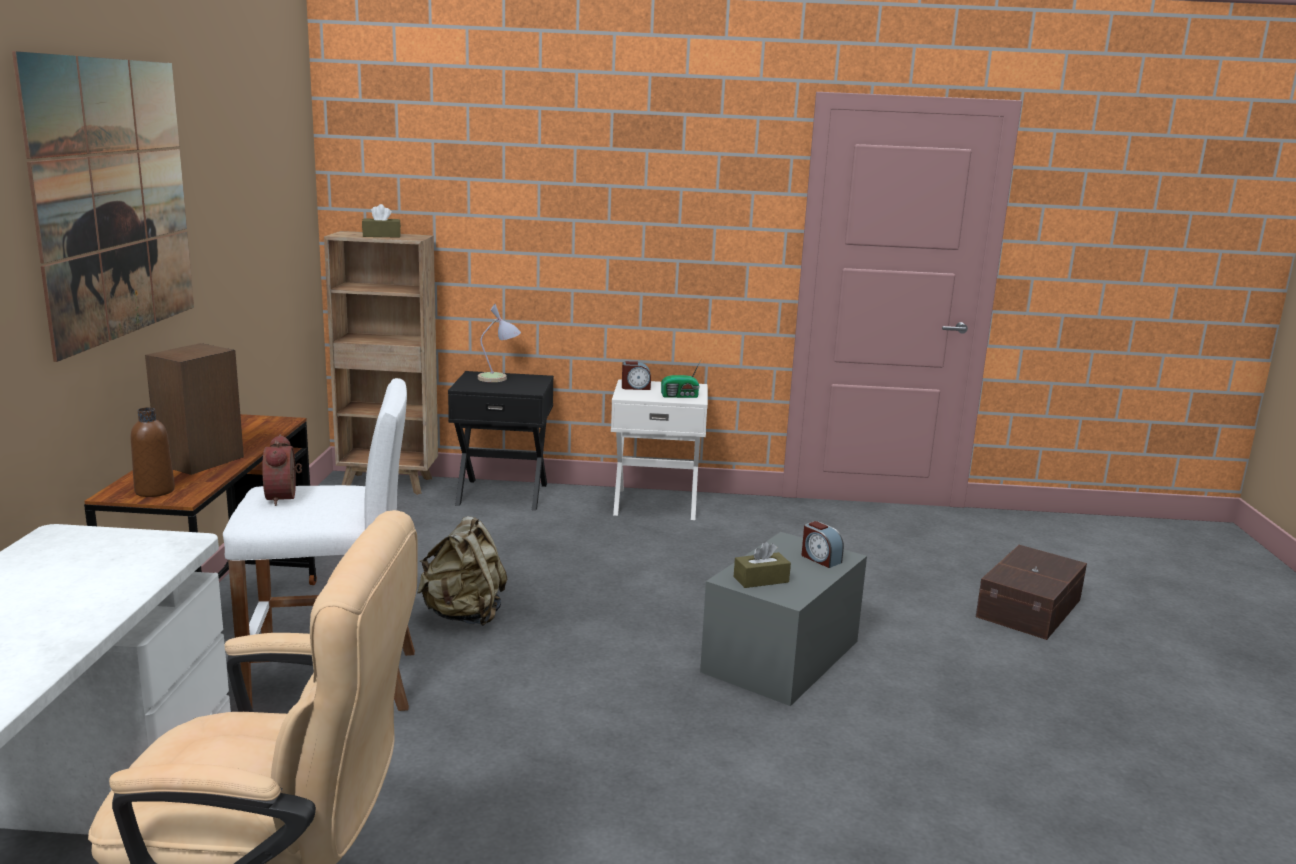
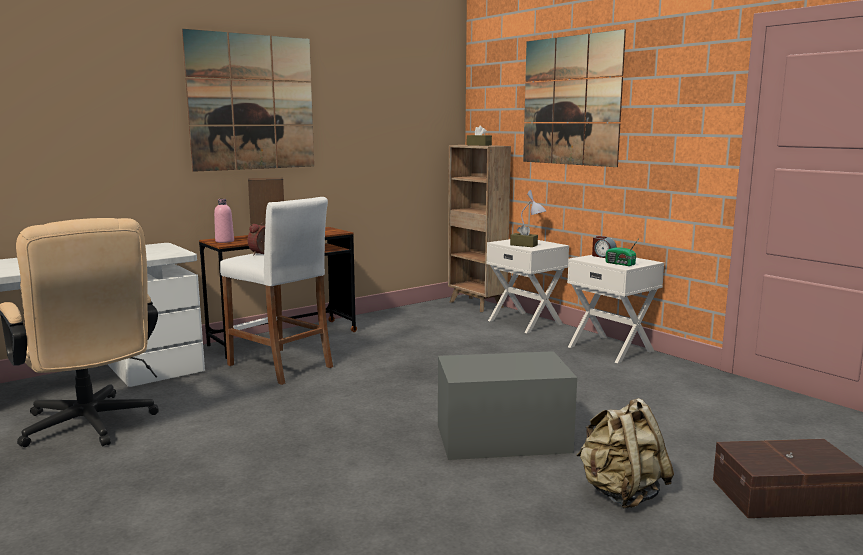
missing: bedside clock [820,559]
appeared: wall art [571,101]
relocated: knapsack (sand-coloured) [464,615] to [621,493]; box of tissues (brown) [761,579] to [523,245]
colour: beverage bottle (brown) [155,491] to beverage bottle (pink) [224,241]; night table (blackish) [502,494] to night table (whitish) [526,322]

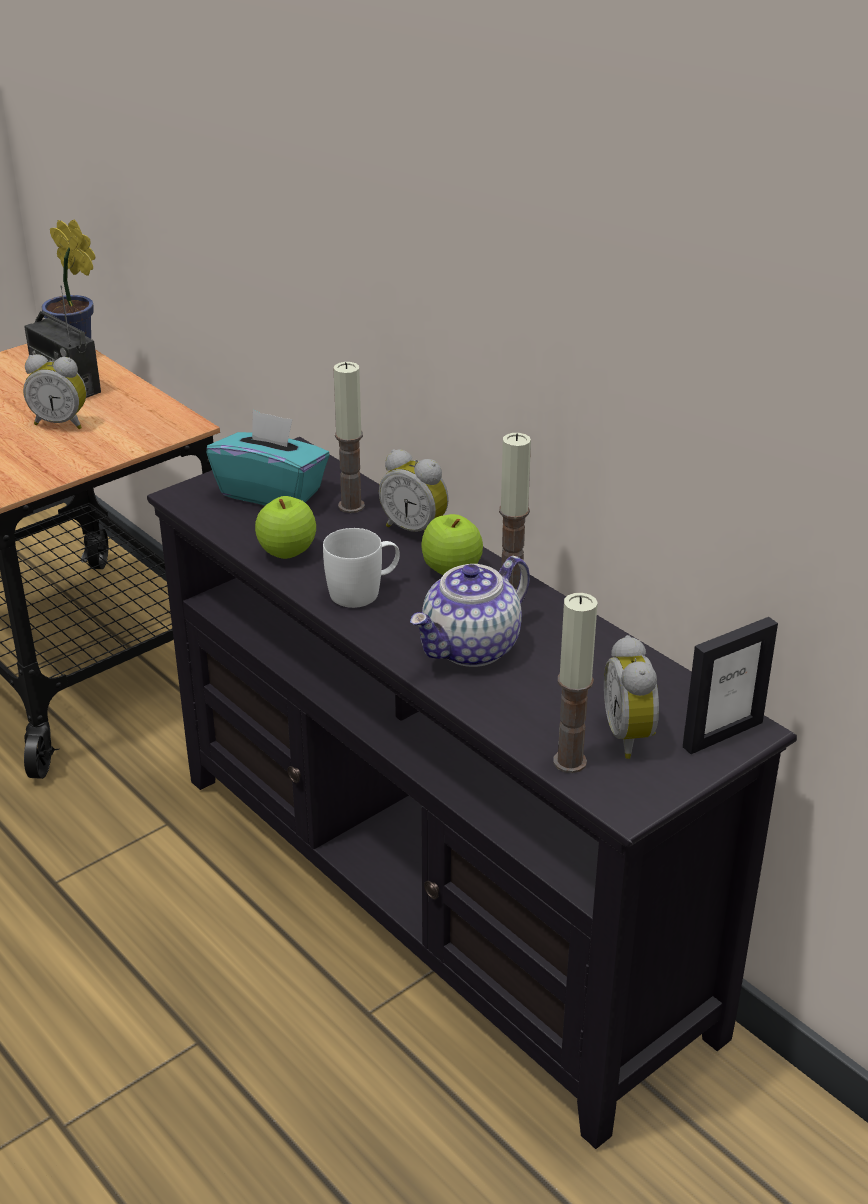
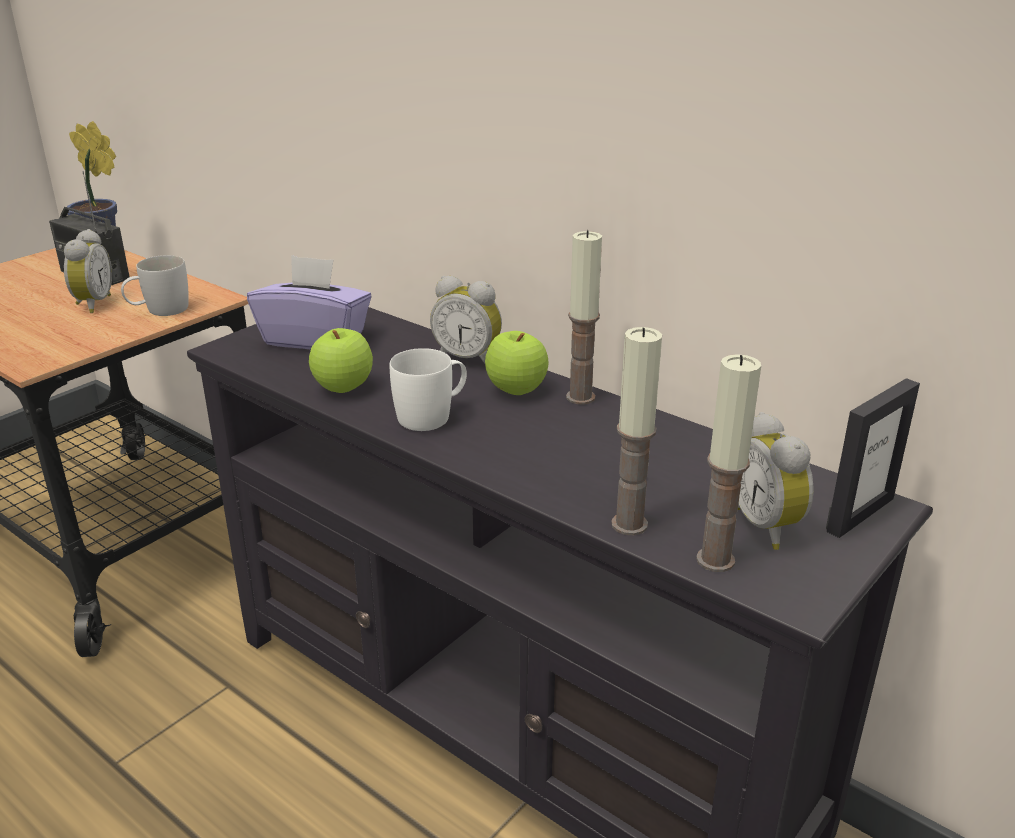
missing: teapot [471,648]
appeared: tea mug (whitish) [159,310]
relocated: candle [351,506] to [629,524]
colour: box of tissues (turquoise) [271,492] to box of tissues (purplish) [315,339]
spun: bedside clock [61,423] = [92,304] 90 degrees counterclockwise

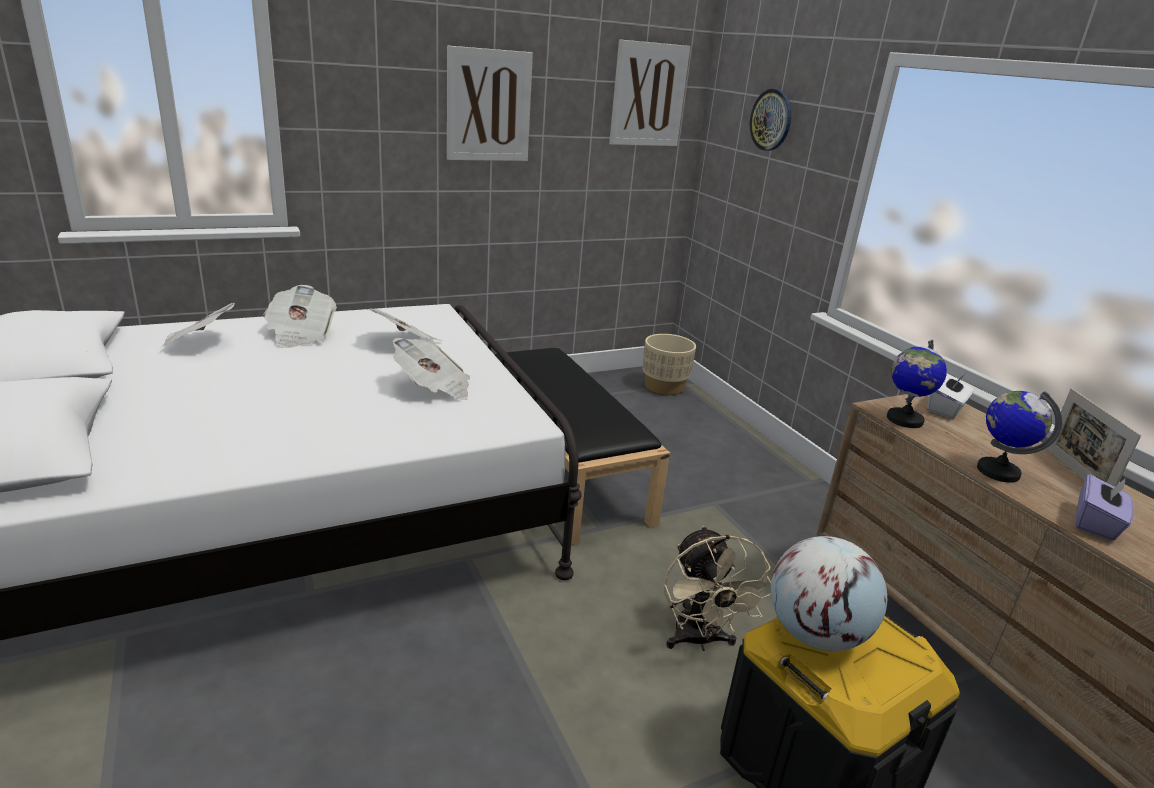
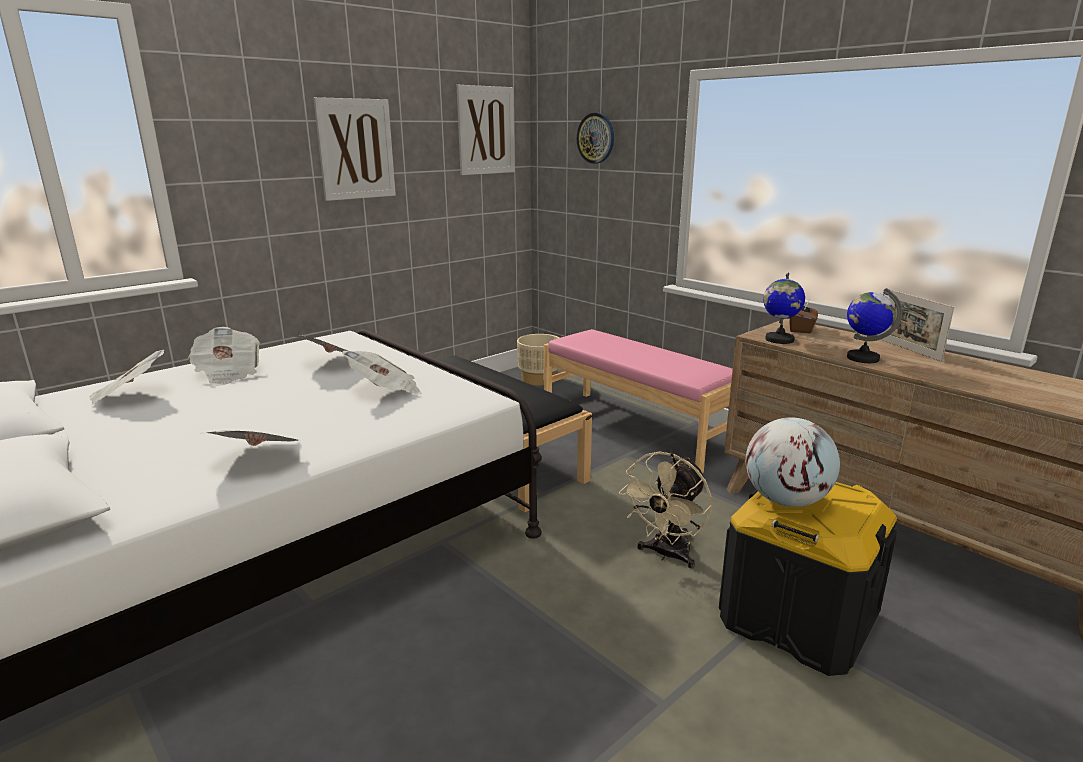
missing: box of tissues (purplish) [1096,523]
appeared: printed paper [260,459]; indoor bench (pink) [636,429]
colour: box of tissues (whitish) [945,409] to box of tissues (brown) [801,329]
spun: fan (sand-coloured) [699,640] = [667,555] 60 degrees clockwise

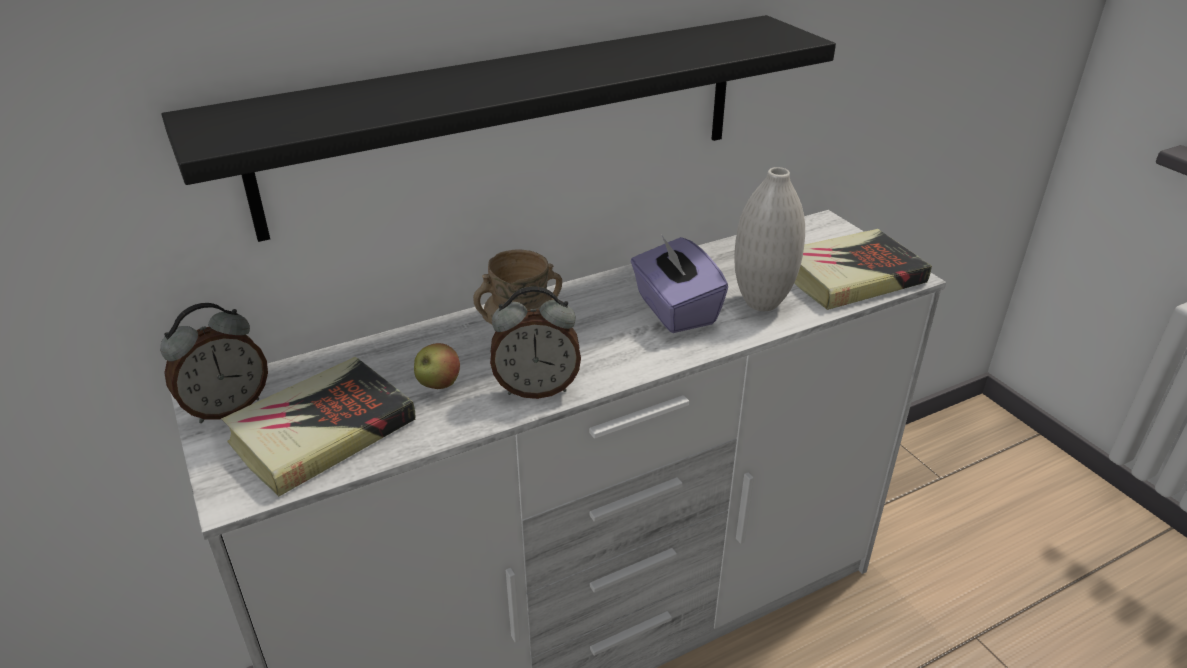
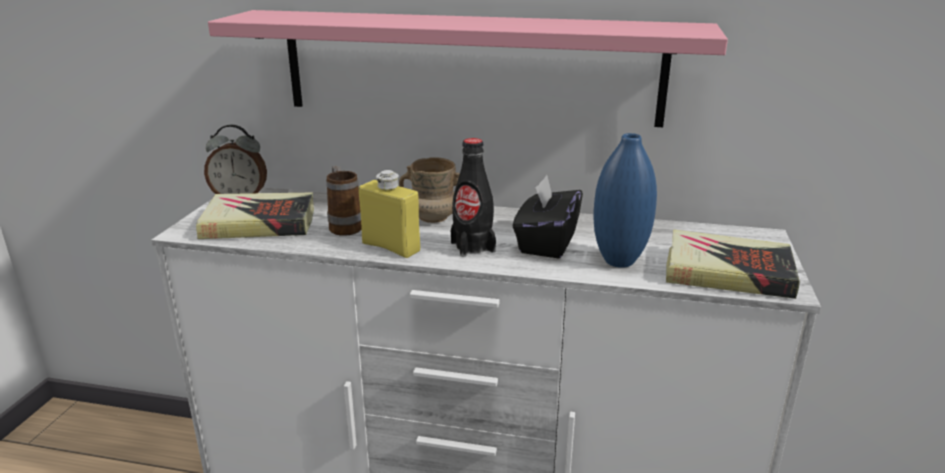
appeared: beverage bottle (blackish) [472,247]
exchanged: apple fruit [438,384] to tea mug [344,226]; bedside clock [537,388] to beverage bottle (yellowish) [391,247]
colour: wall shelf (blackish) [509,122] to wall shelf (pink) [469,67]; box of tissues (purplish) [674,310] to box of tissues (blackish) [546,242]; vase (whitish) [761,303] to vase (blue) [619,261]

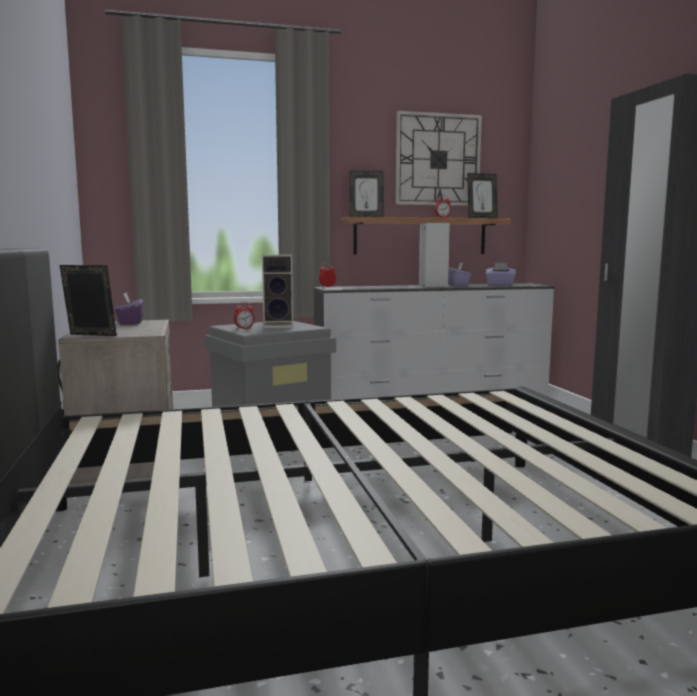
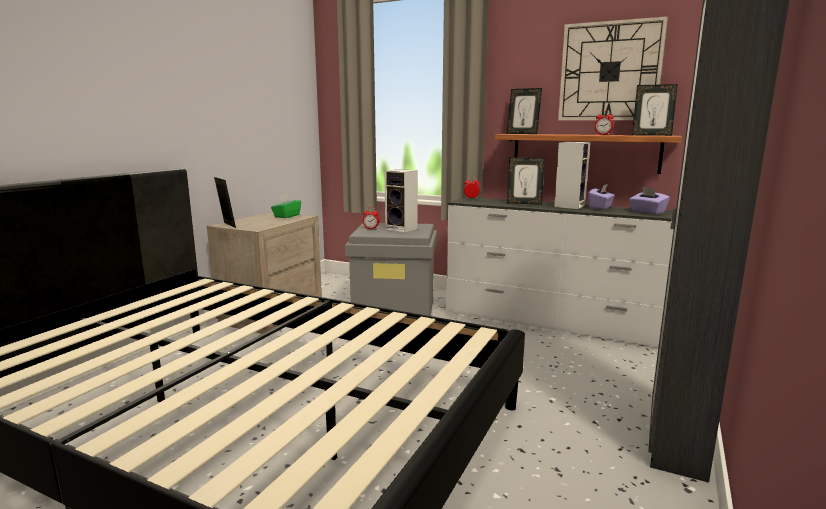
appeared: standing frame [524,203]
colour: box of tissues (purplish) [130,322] to box of tissues (green-coloured) [286,216]

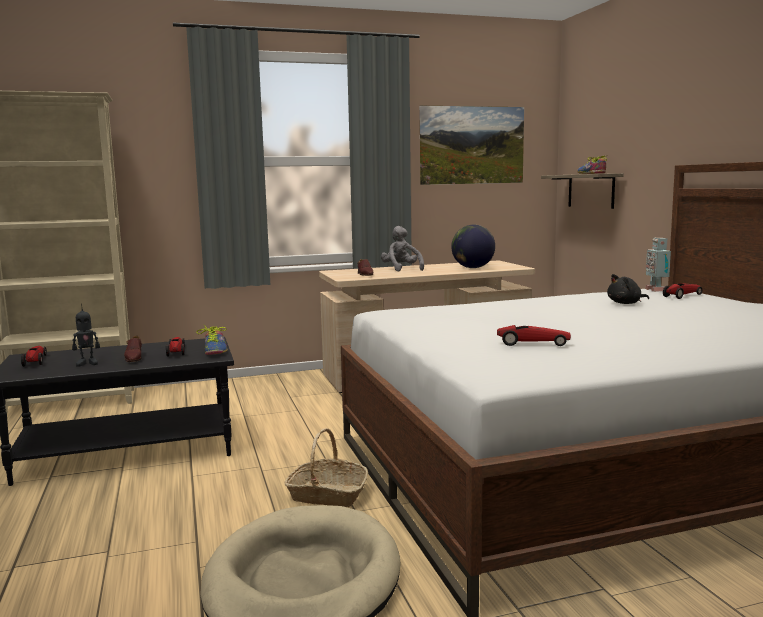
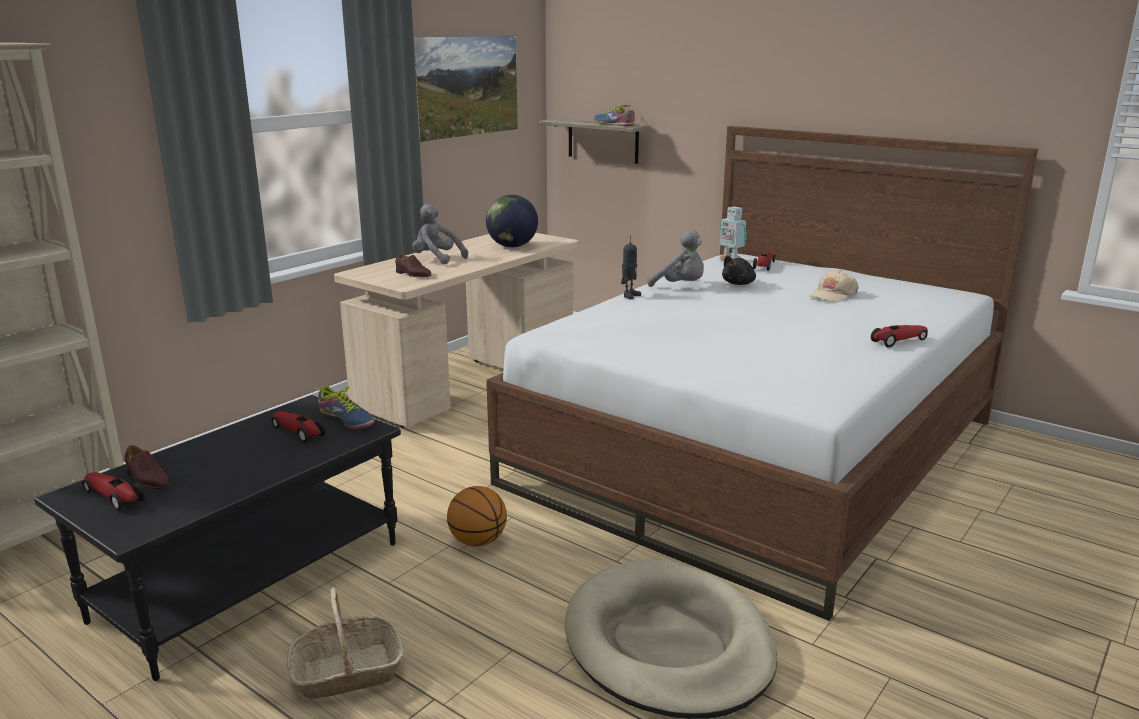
appeared: basketball ball [478,542]; soft toy (greyish) [680,286]; cap (sand-coloured) [832,295]
relocated: toy robot [87,363] to [629,296]; shoe (brown) [134,358] to [147,480]; household basket [327,494] to [347,672]; model car [533,344] to [898,341]

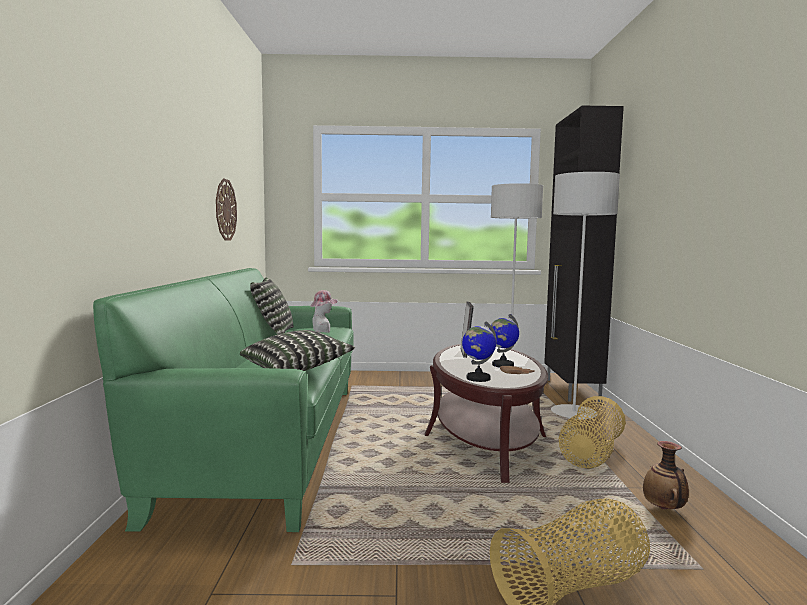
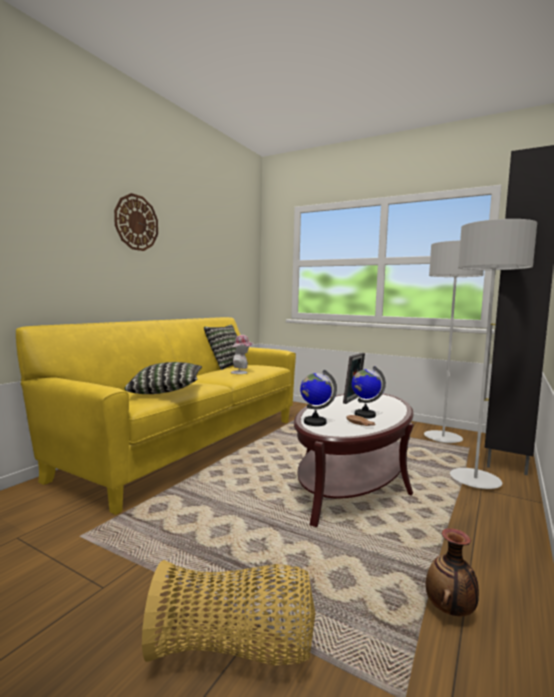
missing: household basket [590,455]
relocated: hanging clock [225,210] to [136,222]
colour: sofa (green-coloured) [270,441] to sofa (yellowish) [189,445]

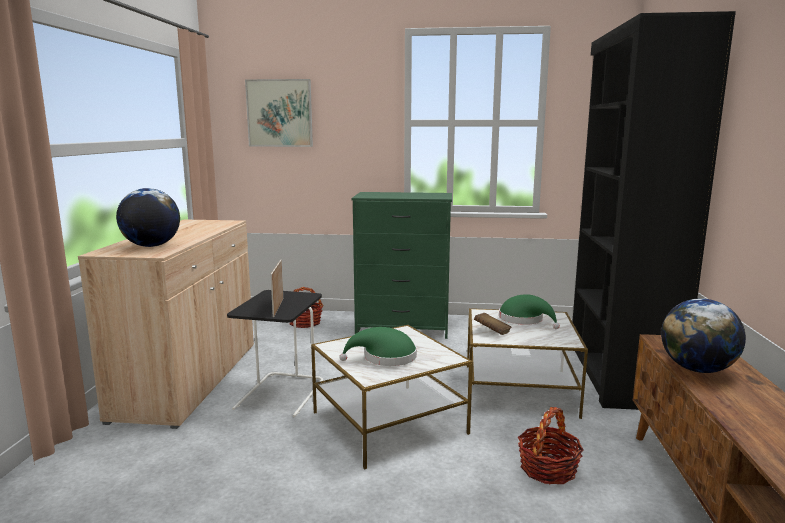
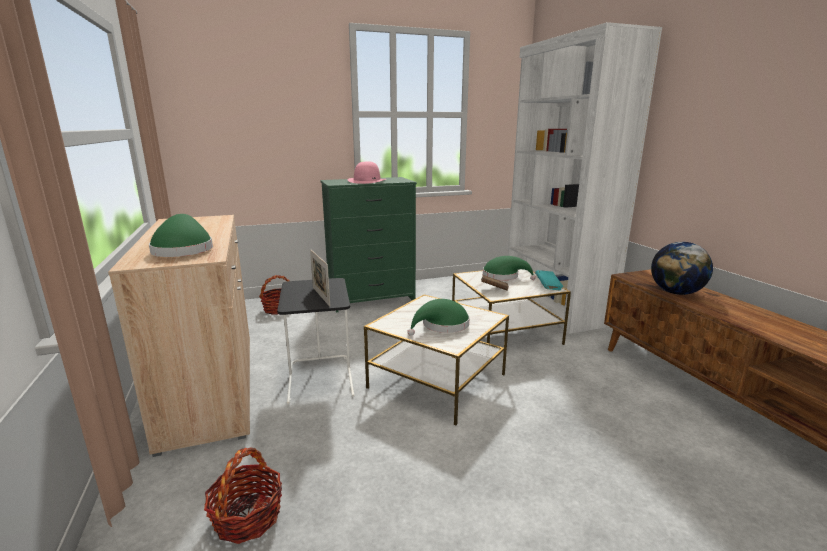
missing: wall art [279,113]
appeared: hat (pink) [367,181]; volume (turquoise) [548,287]
relocated: household basket [548,469] to [247,517]
exchanged: globe [151,246] to hat (green-coloured) [183,250]
colour: shelving unit (blackish) [617,373] to shelving unit (whitish) [554,306]

